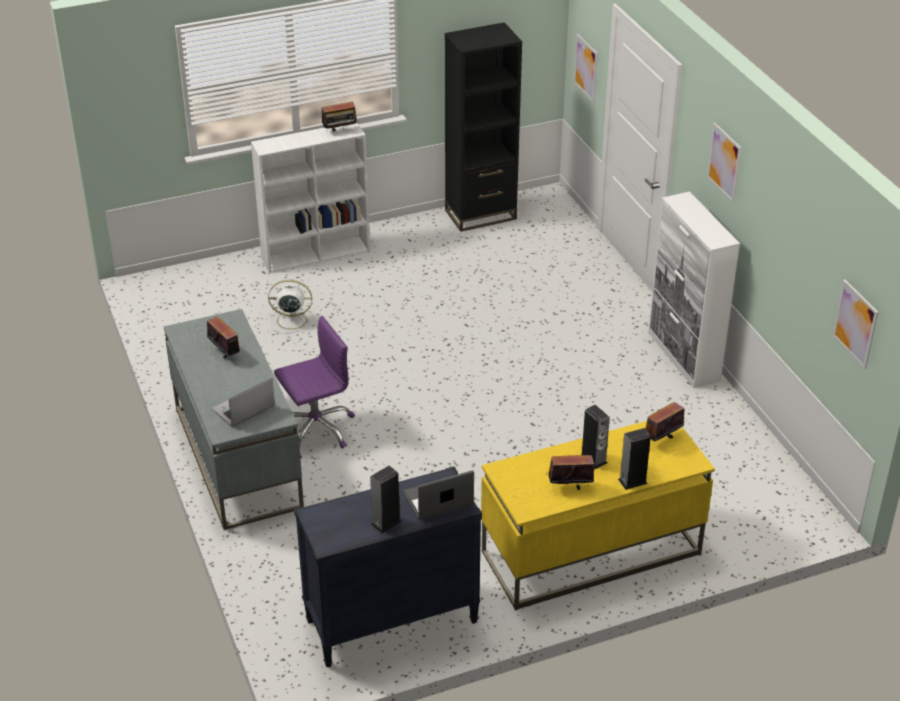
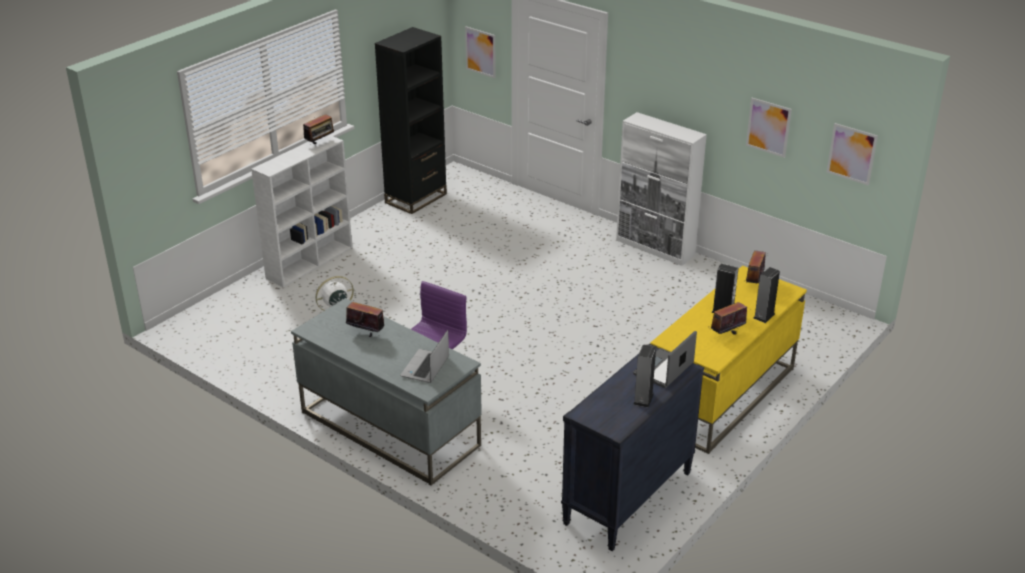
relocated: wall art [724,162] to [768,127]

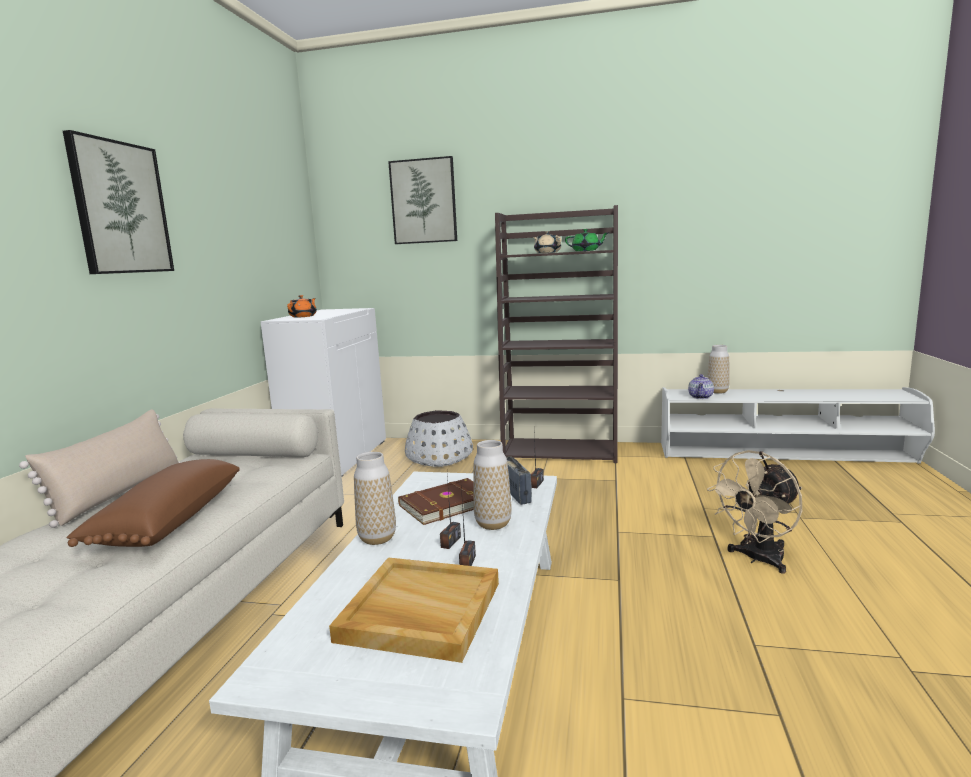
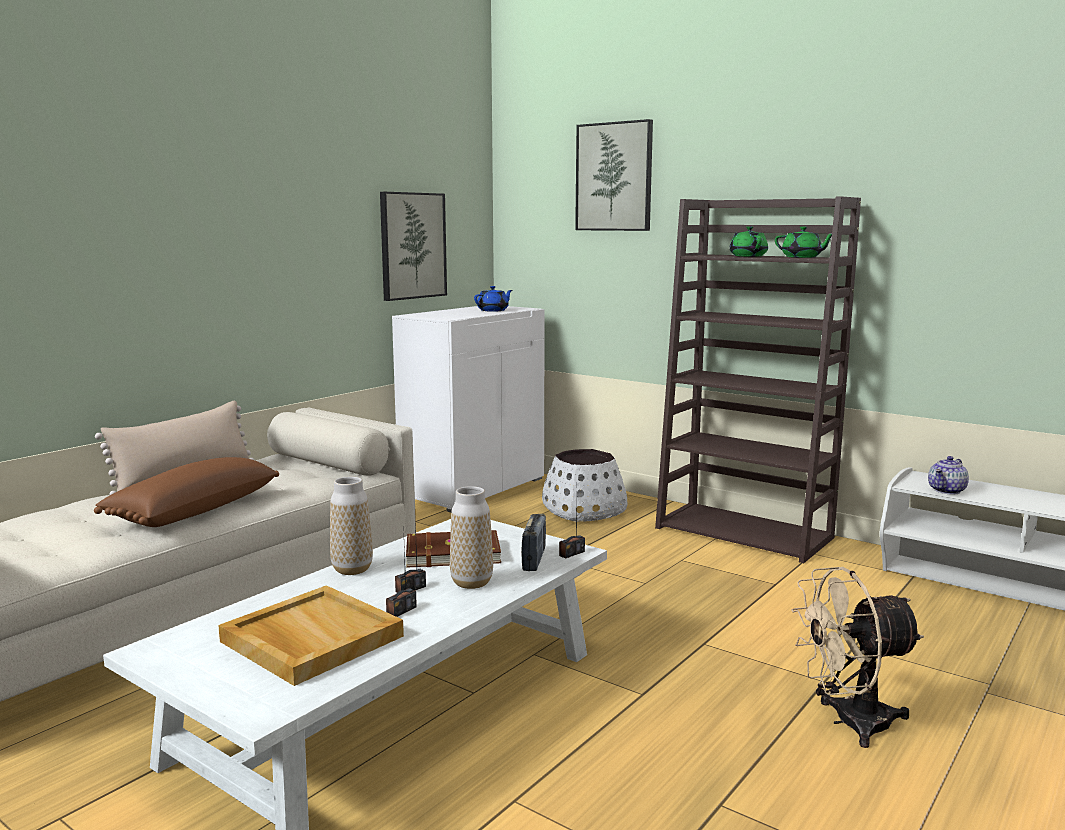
missing: teapot (orange-coloured) [303,316]; vase [717,391]
appeared: teapot (blue) [493,310]
relocated: wall art [120,208] to [412,245]
colour: teapot (sand-coloured) [547,252] to teapot (green-coloured) [748,256]

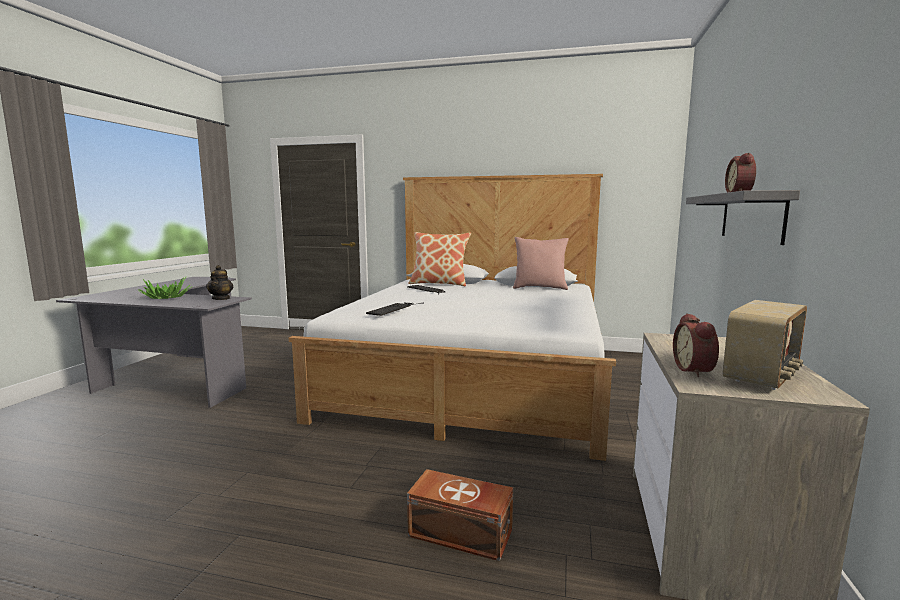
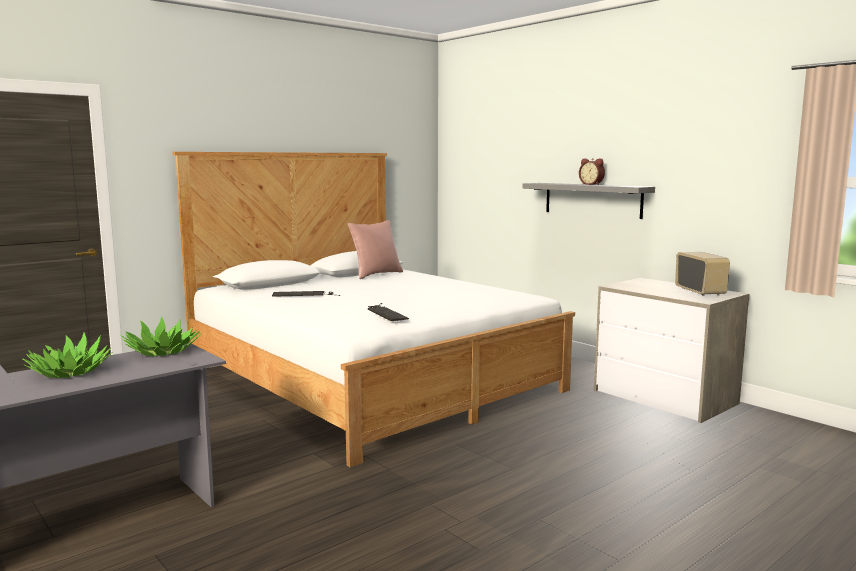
missing: storage bin (brown) [461,534]; pillow [439,284]; bedside clock [695,370]
exchanged: teapot [221,298] to plant in a pot [163,352]

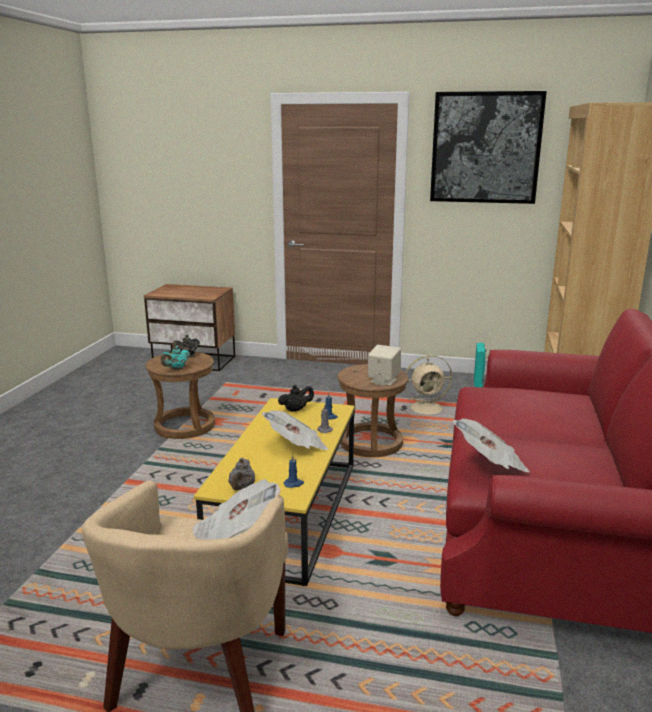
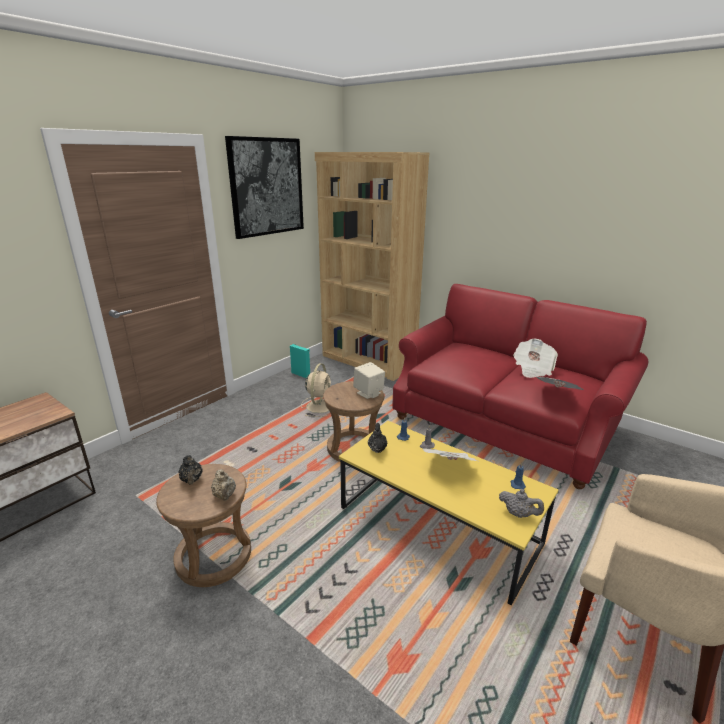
relocated: printed paper [235,534] to [532,369]
colour: teapot (turquoise) [176,369] to teapot (sand-coloured) [225,496]

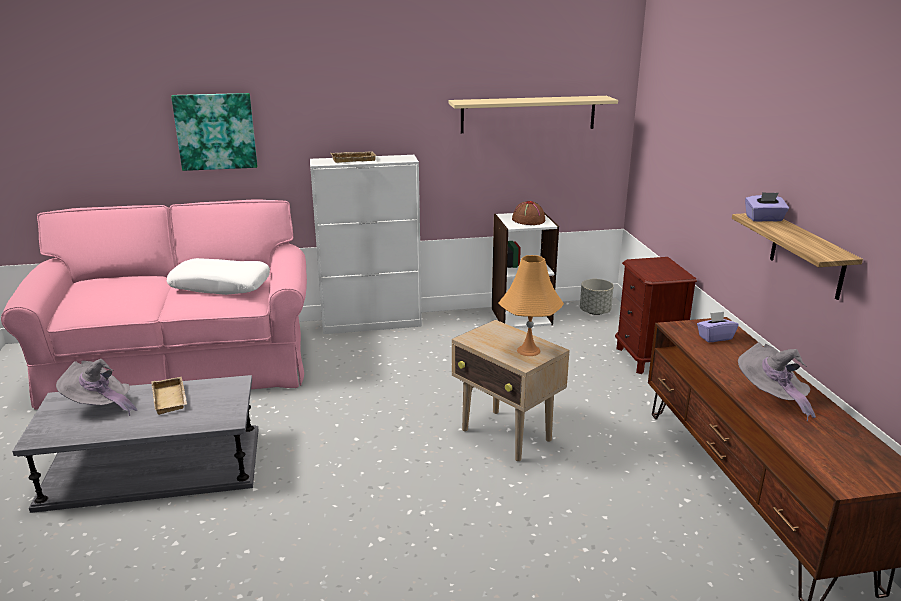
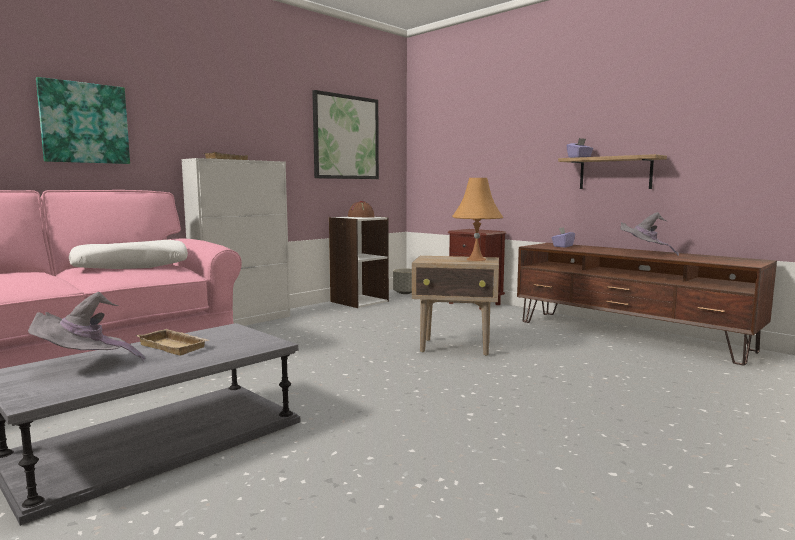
exchanged: wall shelf (sand-coloured) [528,114] to wall art [346,137]

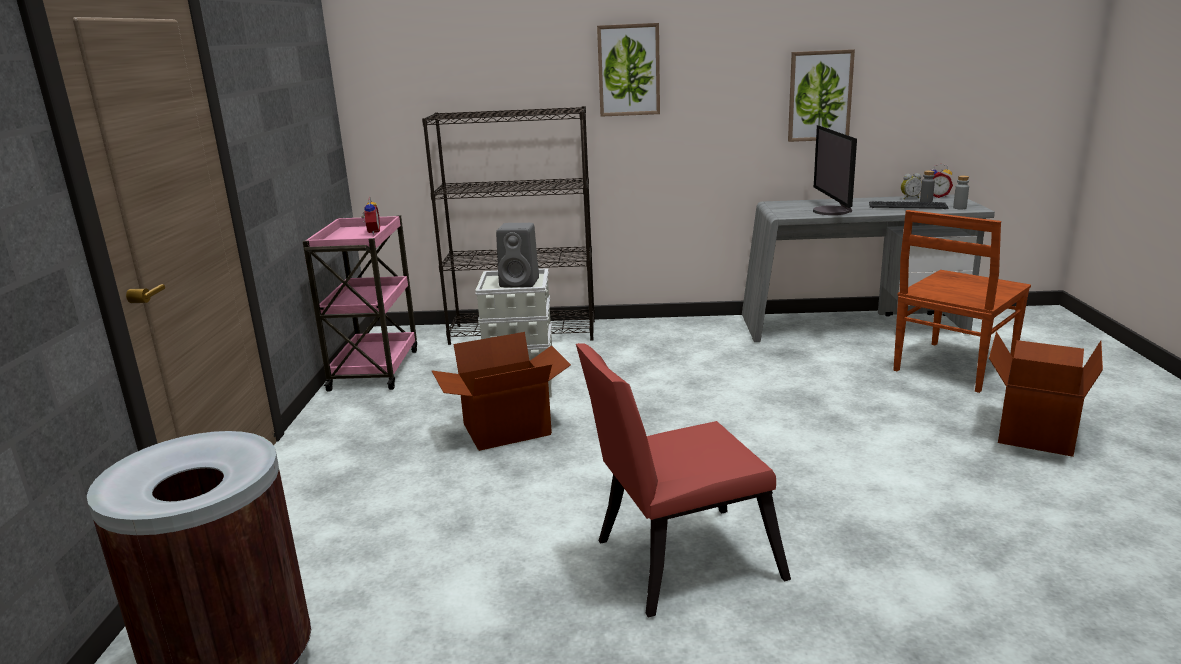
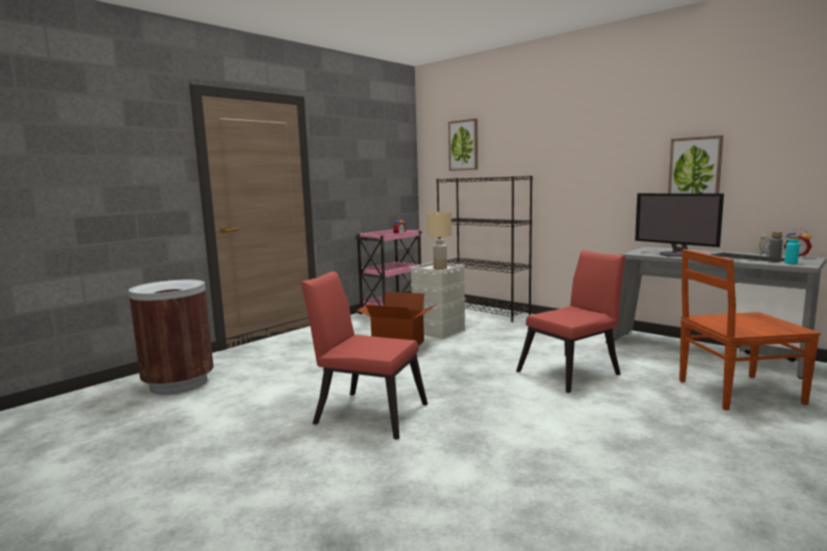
missing: packing box [1034,432]
appeared: plain chair (red-coloured) [573,372]
relocated: wall art [629,70] to [463,145]
exchanged: loudspeaker (greyish) [521,283] to tabletop lamp (sand-coloured) [440,268]
colour: beverage bottle (greyish) [959,208] to beverage bottle (turquoise) [790,263]
spun: monitor [832,211] = [675,254] 75 degrees counterclockwise

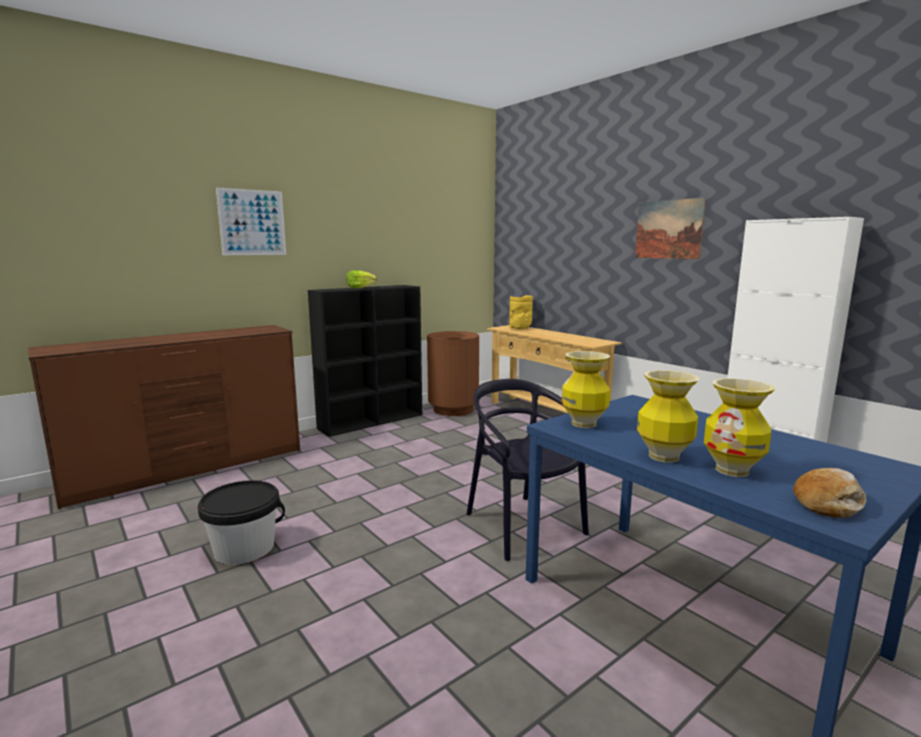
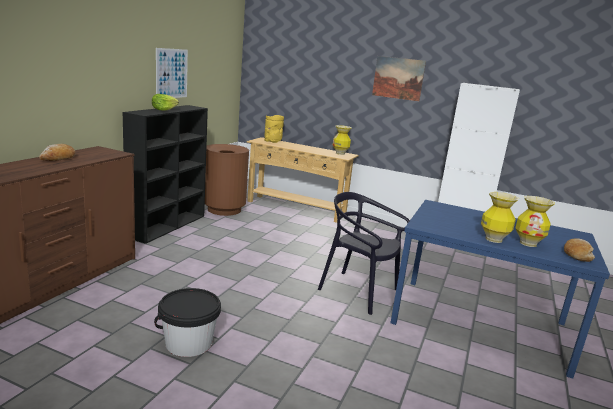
appeared: baked bread [58,158]
relocated: wall art [252,222] to [172,73]; vase [584,424] to [340,153]

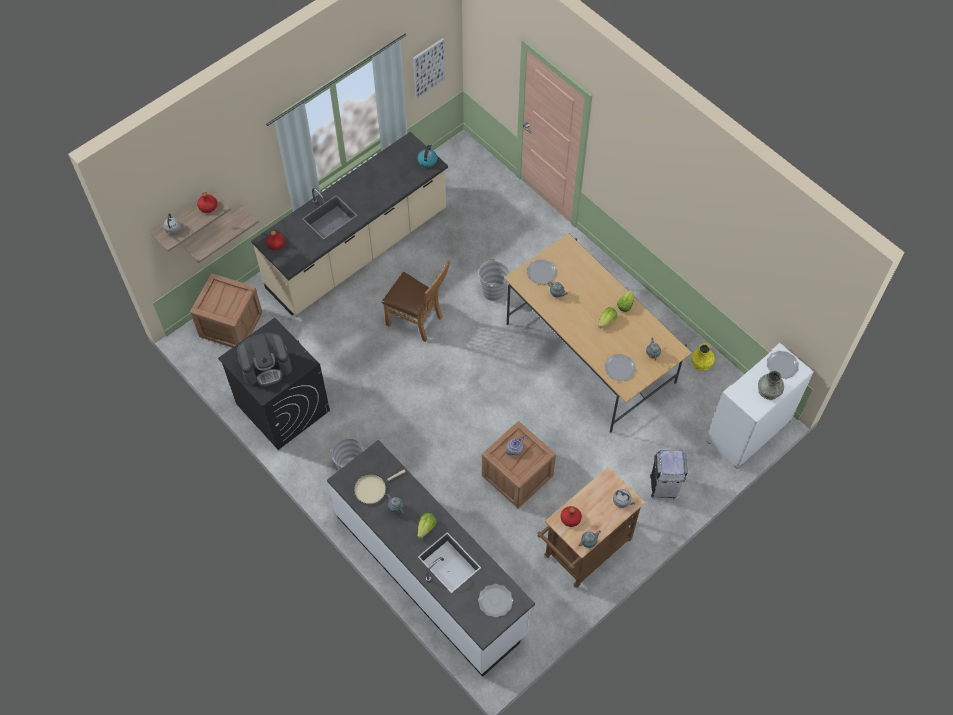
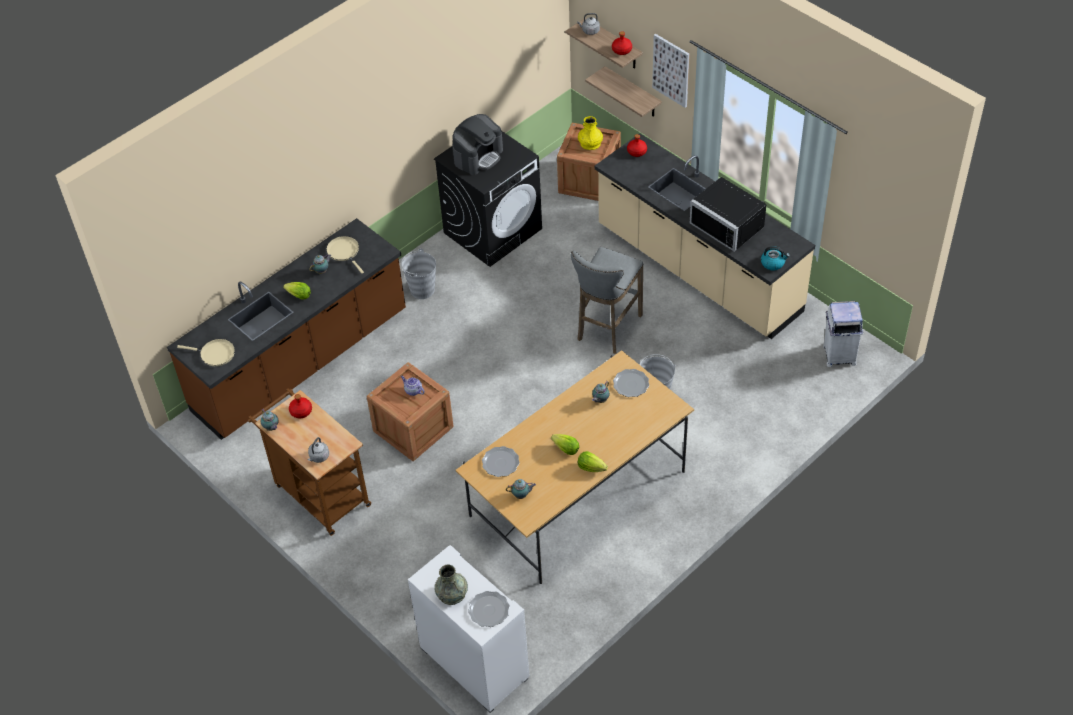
appeared: microwave oven (blackish) [730,224]
relocated: wall art [428,68] to [671,70]; waste bin (whitish) [664,487] to [838,355]; vase (yellowish) [701,362] to [590,144]
exchanged: plain chair (brown) [417,321] to stool seat (greyish) [607,329]; flat dish [495,601] to skillet (sand-coloured) [215,354]
colour: kitchen counter (whitish) [431,574] to kitchen counter (brown) [301,362]
spun: coffee machine [266,367] = [478,156] 120 degrees counterclockwise

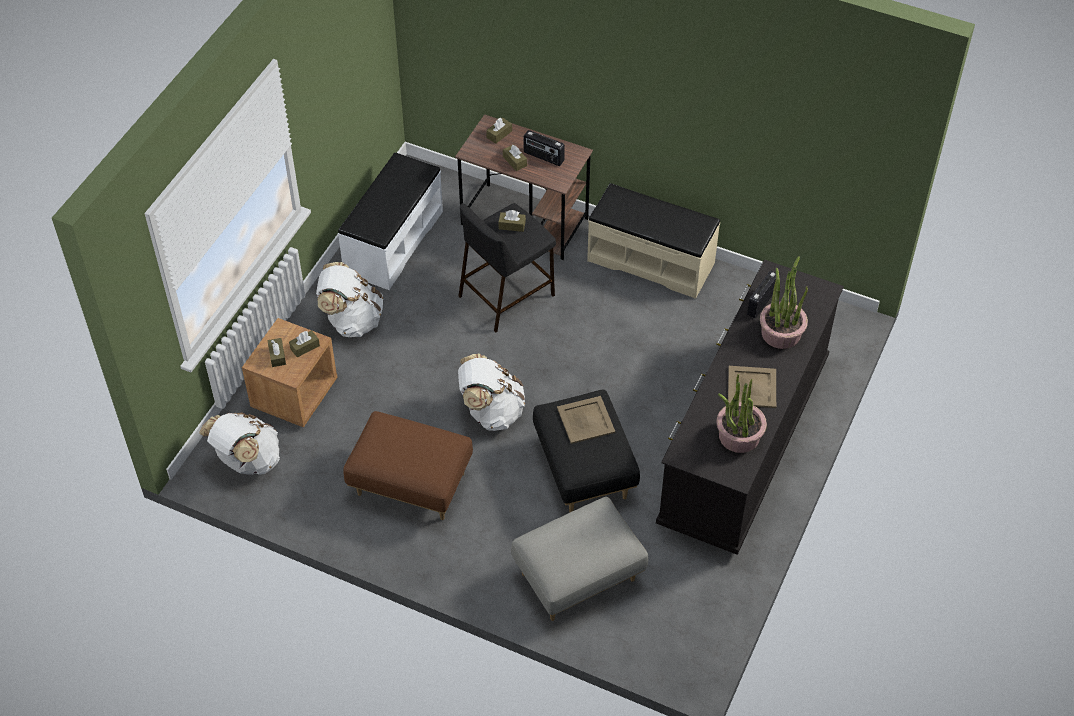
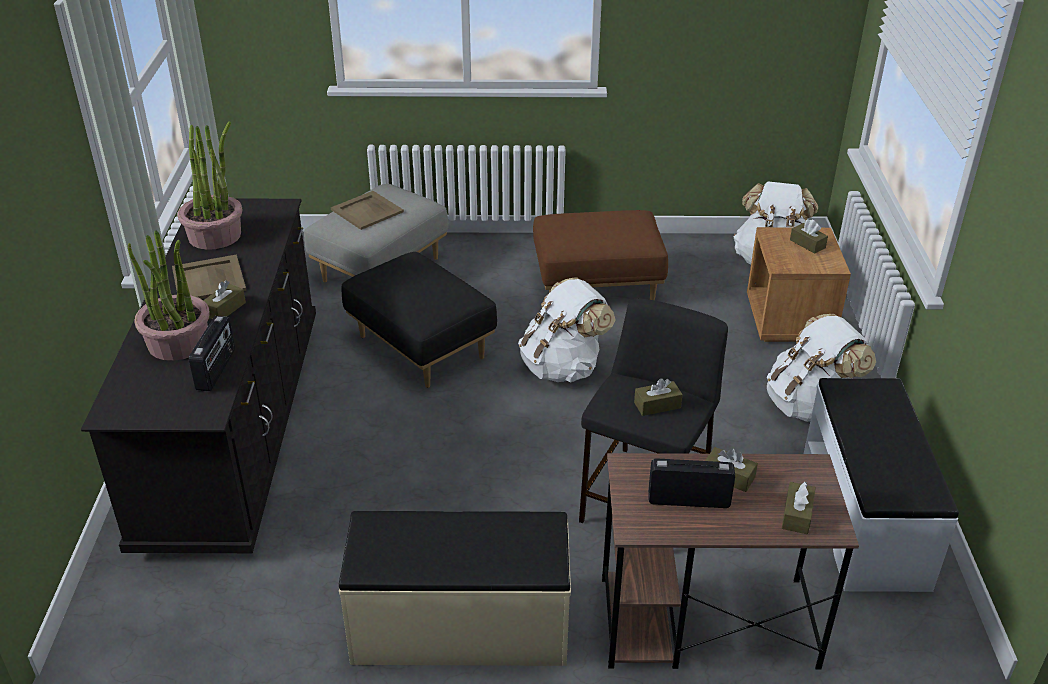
relocated: box of tissues (brown) [305,347] to [225,309]; serving tray (sand-coloured) [585,420] to [368,211]

